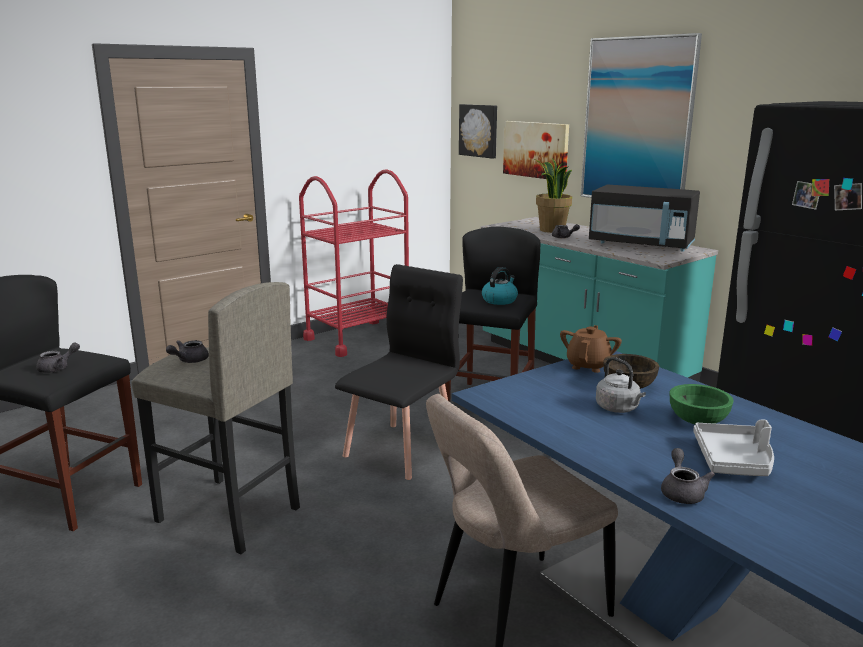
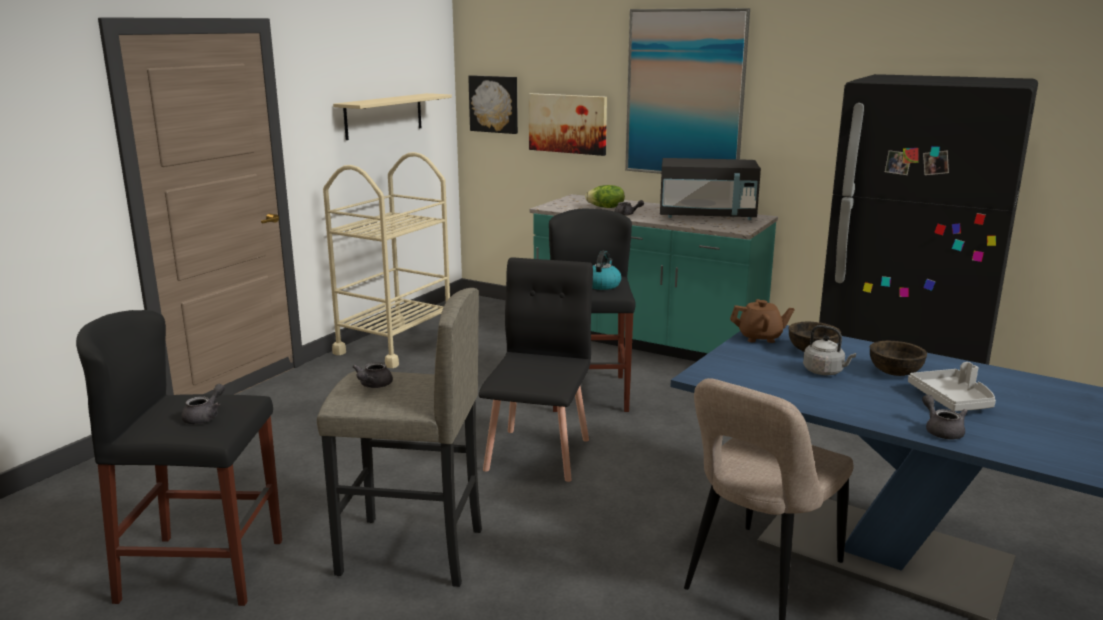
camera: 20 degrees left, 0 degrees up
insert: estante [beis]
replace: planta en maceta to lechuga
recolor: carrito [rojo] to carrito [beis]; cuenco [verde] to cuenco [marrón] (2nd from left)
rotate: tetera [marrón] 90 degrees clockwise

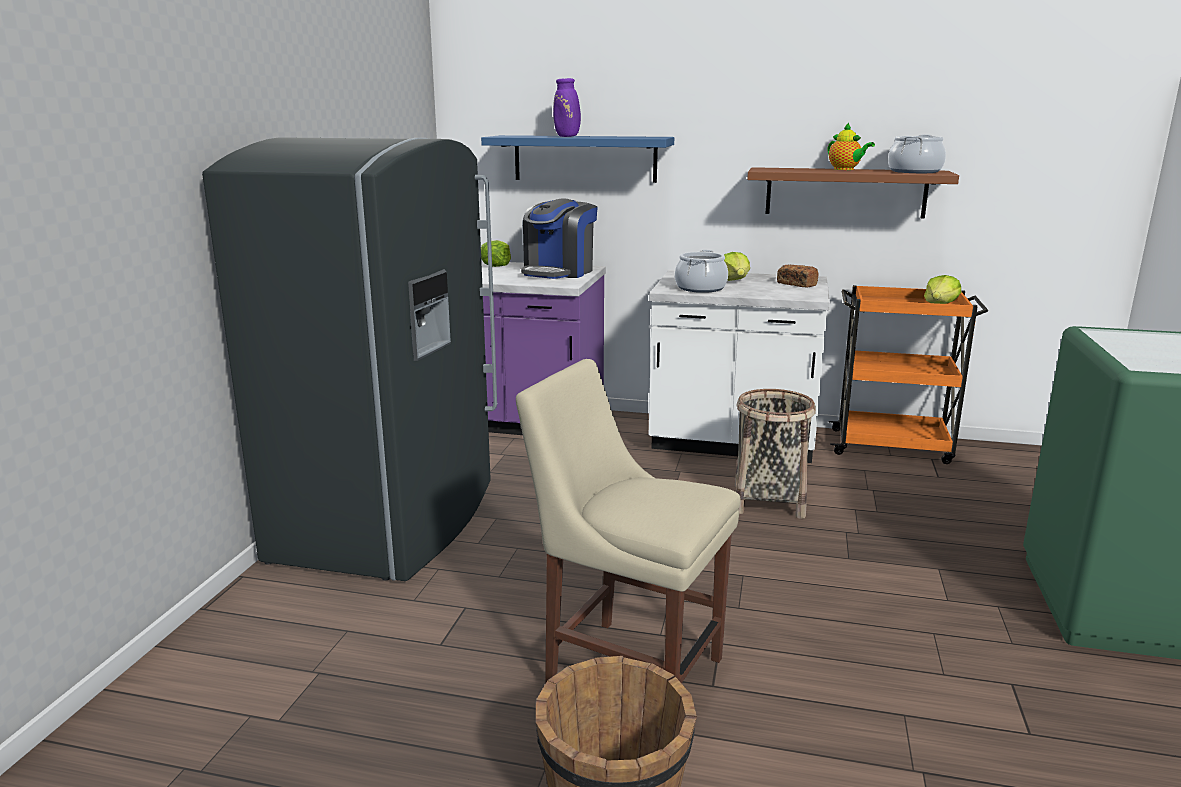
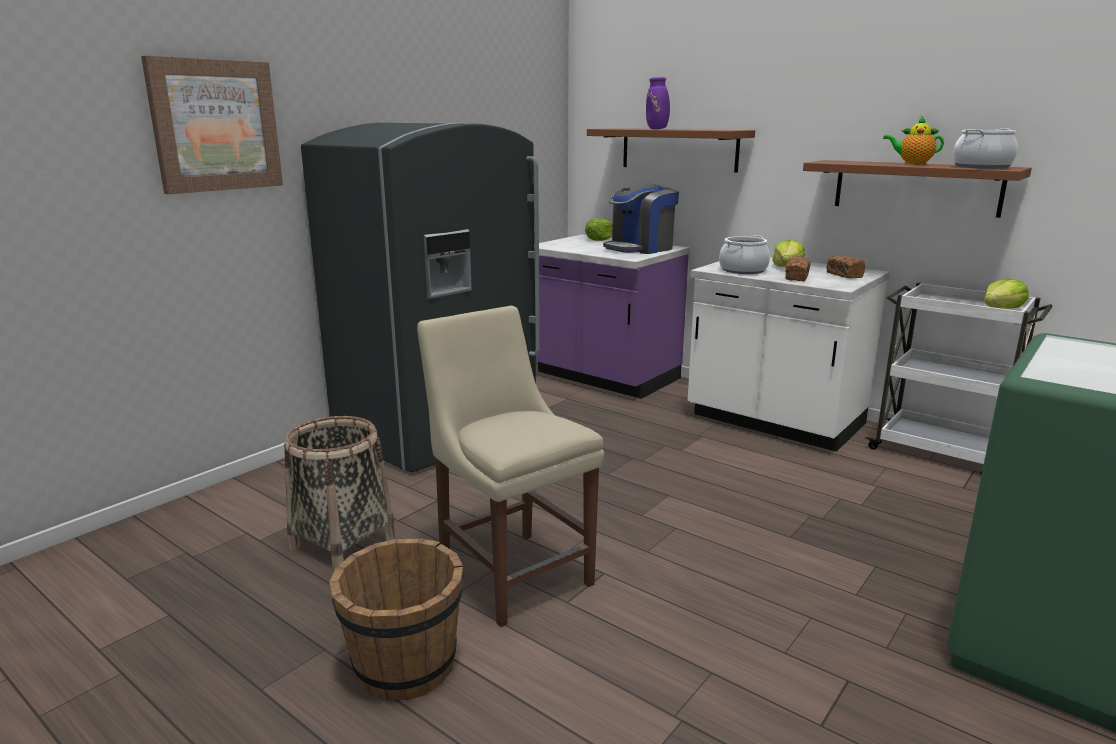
camera: 25 degrees right, 0 degrees up
insert: cuadro; pan (1st from left)
move: cesta
recolor: estante [azul] to estante [marrón] (1st from left); carrito [naranja] to carrito [blanco]
rotate: tetera 120 degrees clockwise

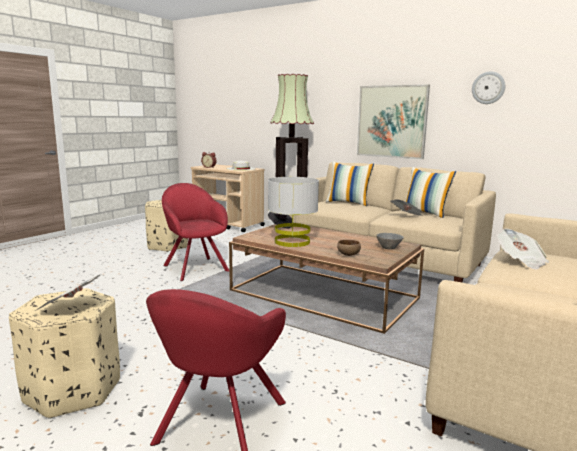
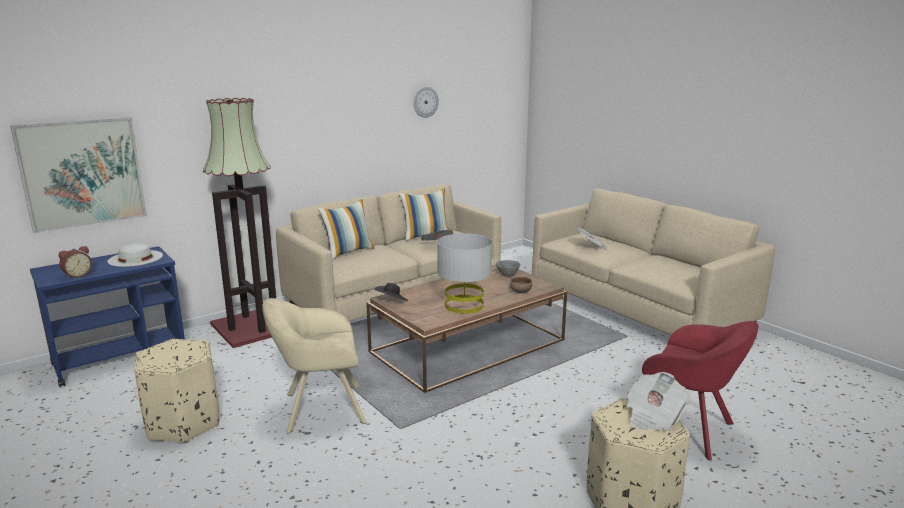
camera: 70 degrees left, 5 degrees up
move: cuadro
recolor: carrito [beis] to carrito [azul]; sillón [rojo] (1st from left) to sillón [beis]

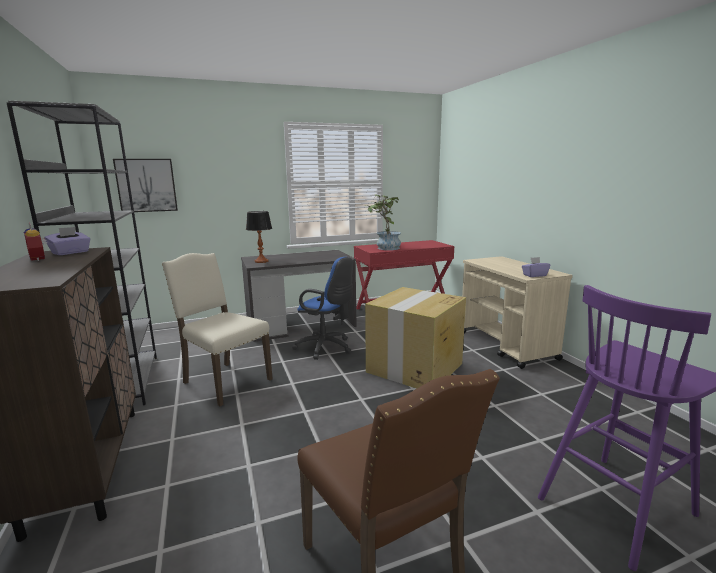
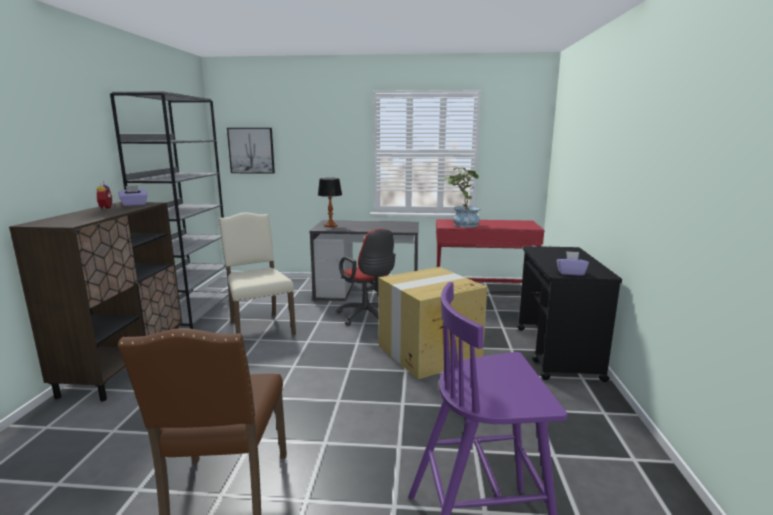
camera: 25 degrees right, 0 degrees up
recolor: carrito [beis] to carrito [negro]; silla de oficina [azul] to silla de oficina [rojo]

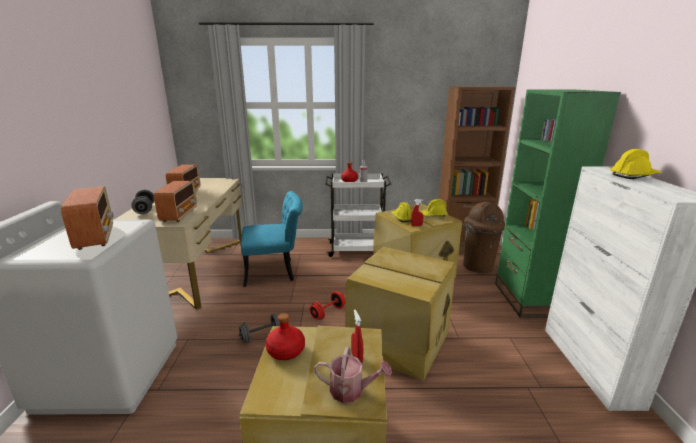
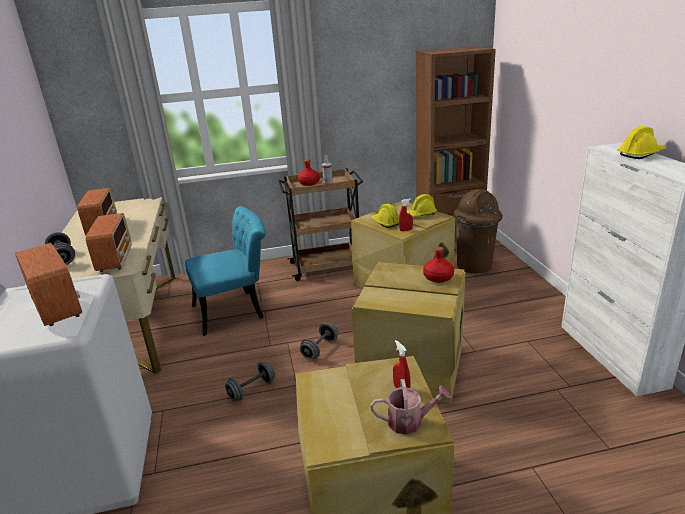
camera: 10 degrees left, 5 degrees up
delete: estantería [verde]
move: botella [rojo] (1st from left in the first image) to botella [rojo] (2nd from left)
recolor: carrito [blanco] to carrito [marrón]; mancuerna [rojo] to mancuerna [gris] (3rd from left)

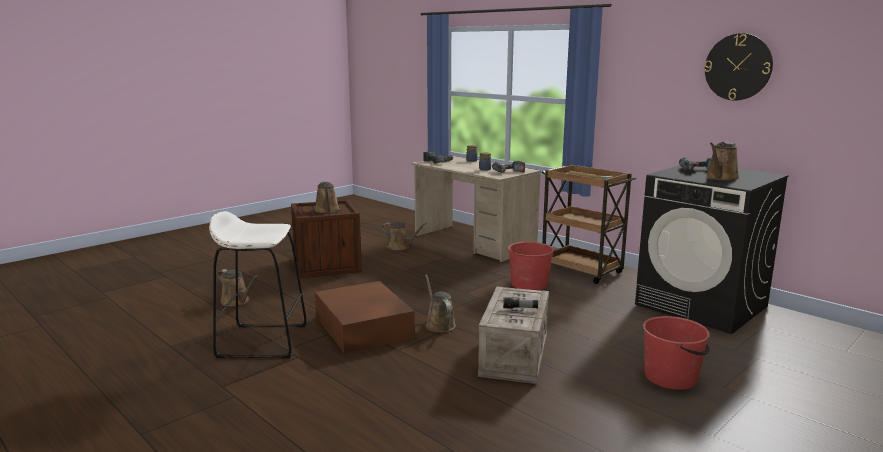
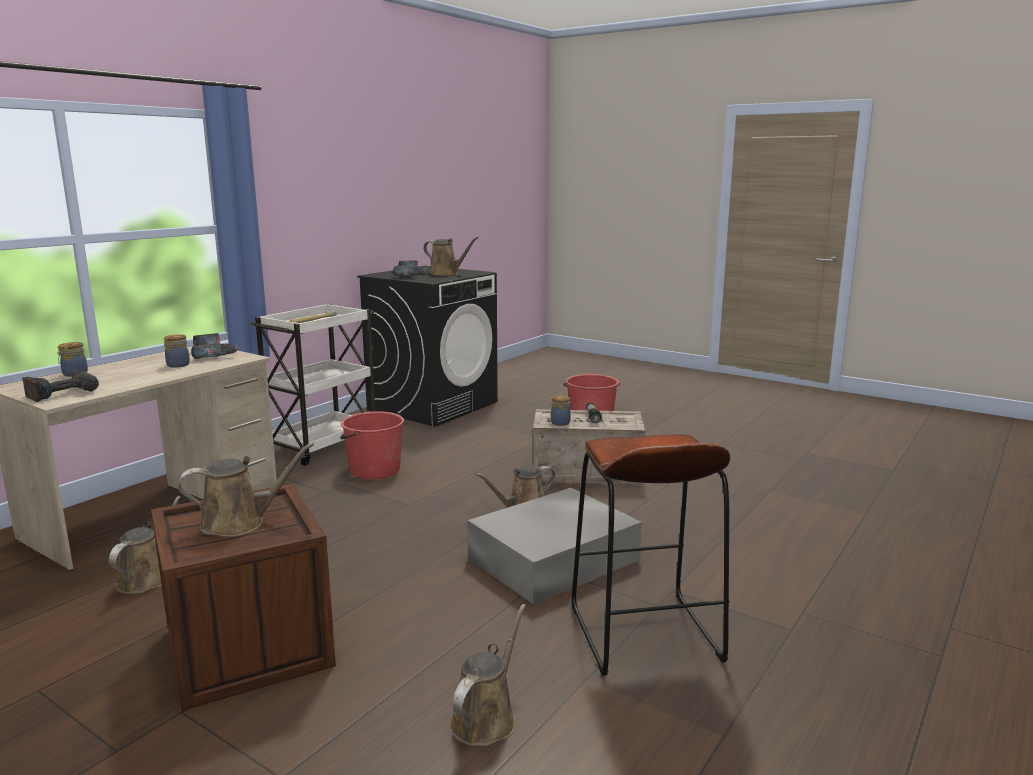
camera: 100 degrees left, 0 degrees up
delete: reloj de pared
insert: tarro (3rd from left)
recolor: carrito [marrón] to carrito [blanco]; taburete [blanco] to taburete [marrón]; caja de almacenaje [marrón] to caja de almacenaje [gris]

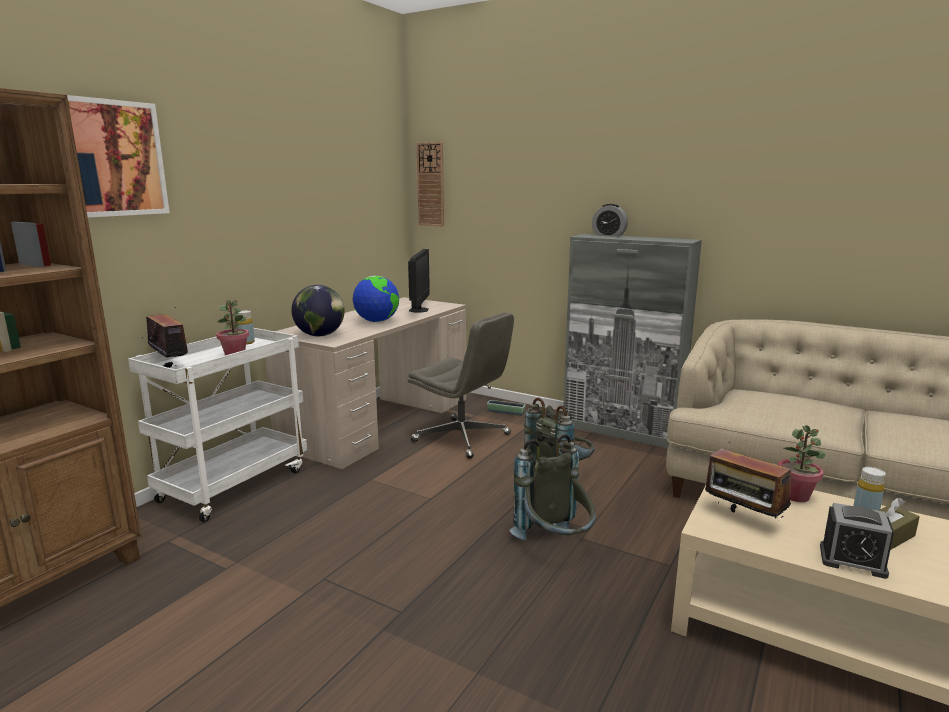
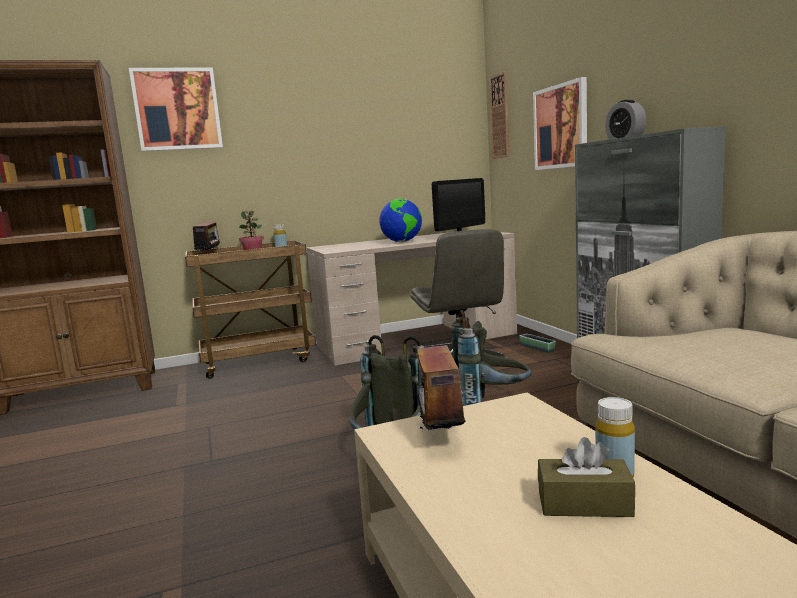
camera: 40 degrees right, 5 degrees down
delete: globo terráqueo (1st from left); planta en maceta (2nd from left); despertador (2nd from left)
insert: cuadro (2nd from left)
recolor: carrito [blanco] to carrito [marrón]

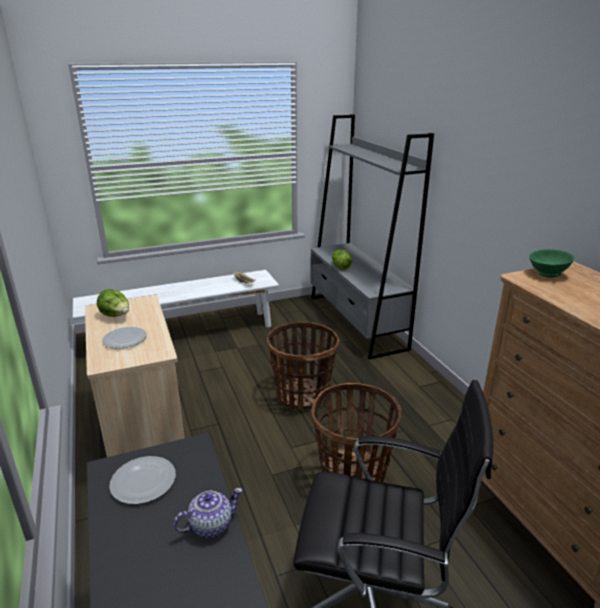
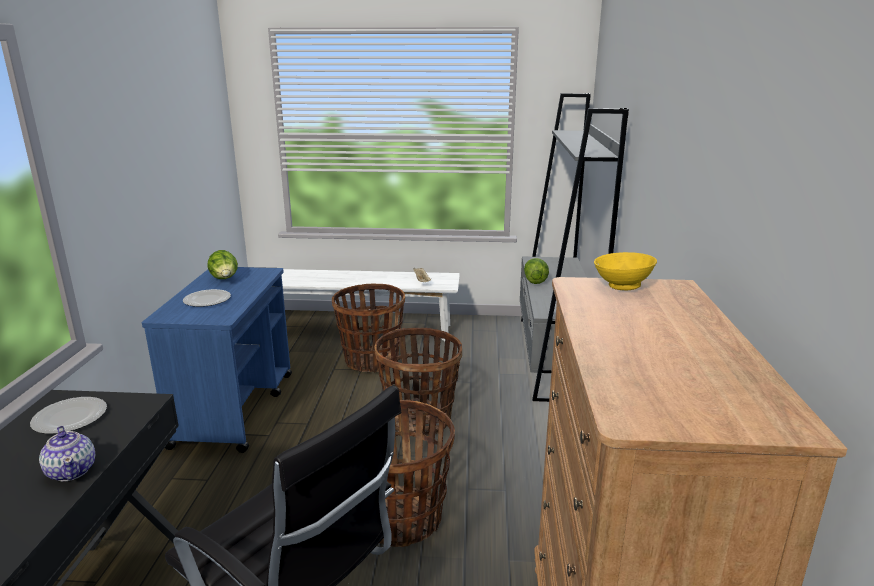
camera: 25 degrees right, 5 degrees down
insert: cesta (1st from left)
recolor: cuenco [verde] to cuenco [amarillo]; carrito [beis] to carrito [azul]
rotate: tetera 60 degrees clockwise

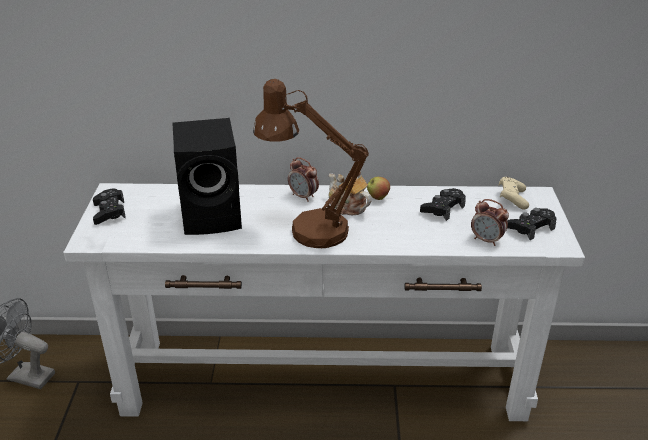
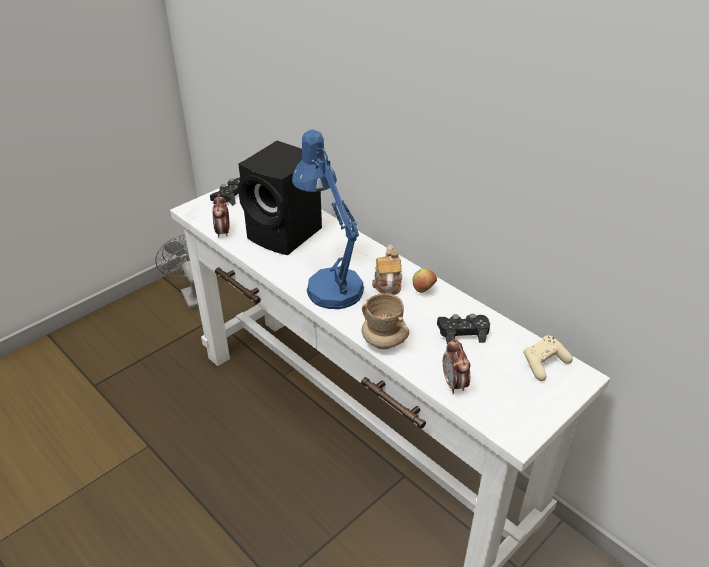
camera: 45 degrees right, 5 degrees up
delete: mando de consola [negro] (3rd from left)
insert: taza grande [beis]
move: despertador (1st from left)
recolor: lámpara de mesa [marrón] to lámpara de mesa [azul]

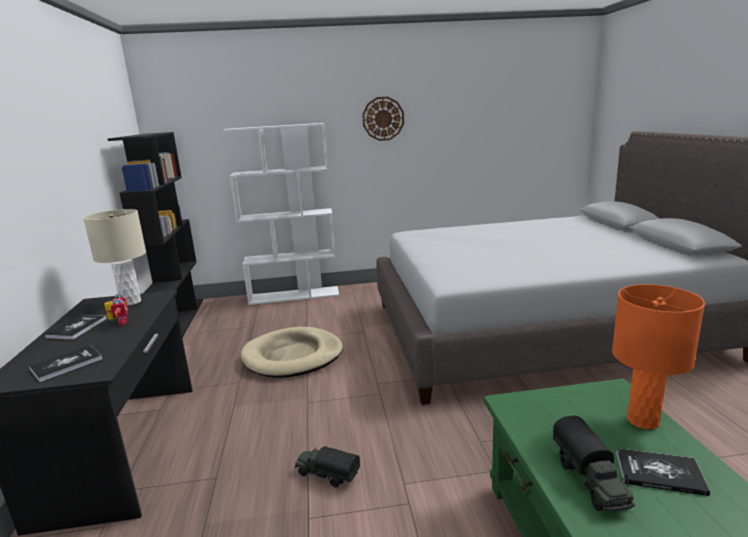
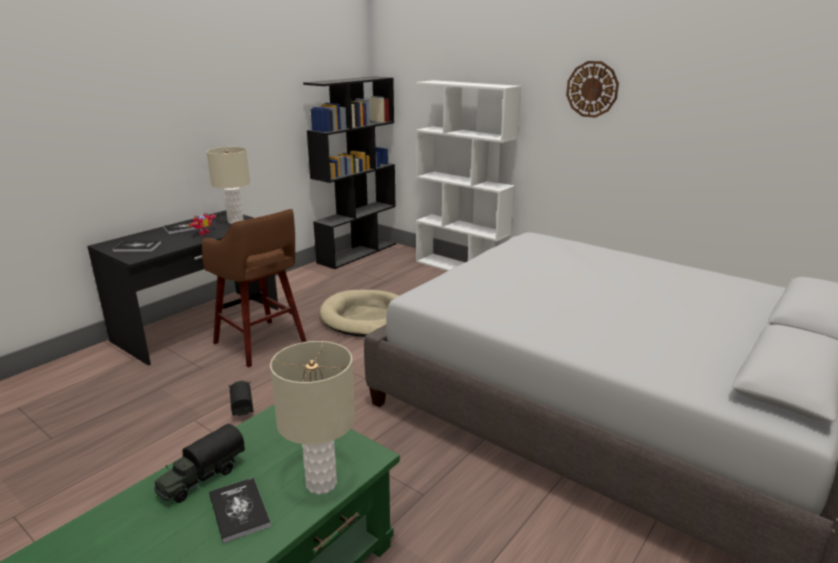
camera: 45 degrees right, 5 degrees up
insert: taburete [marrón]
recolor: lámpara de mesa [naranja] to lámpara de mesa [beis] (2nd from left)

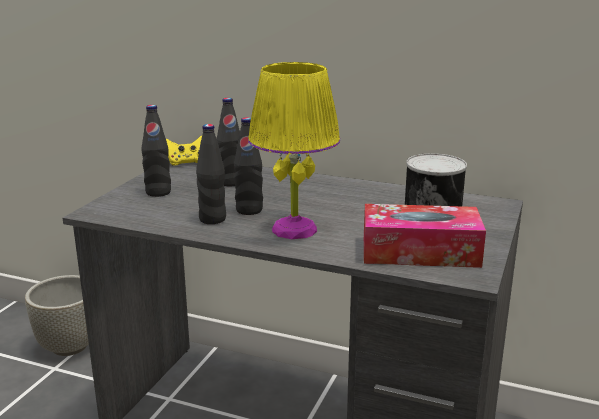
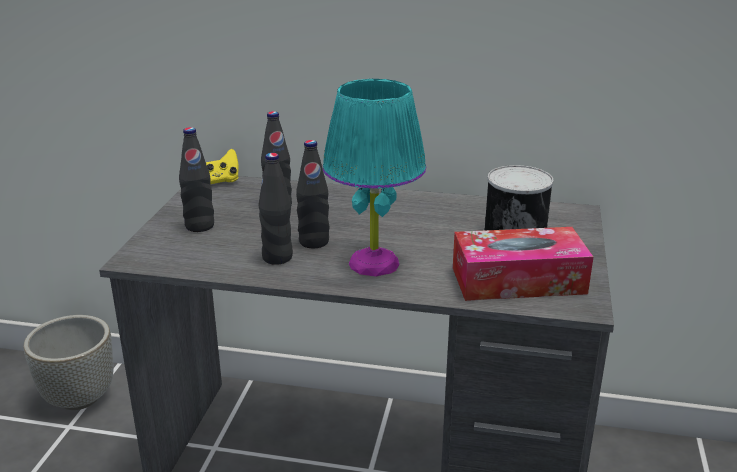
camera: 10 degrees left, 5 degrees up
recolor: lámpara de mesa [amarillo] to lámpara de mesa [turquesa]

